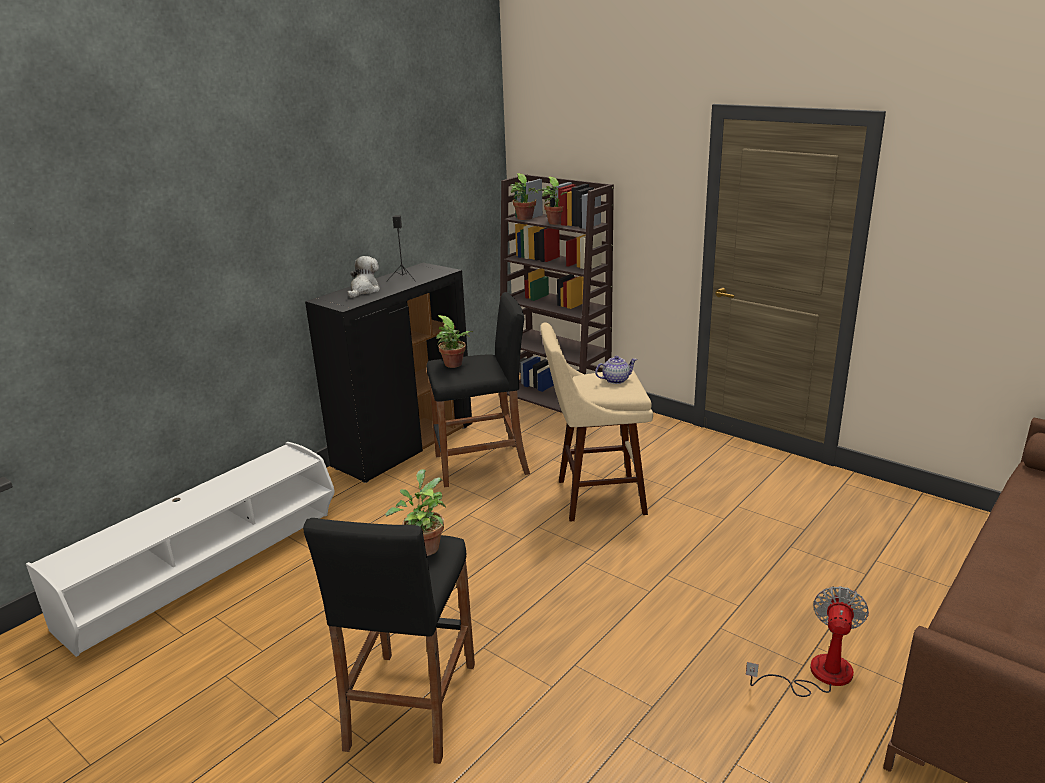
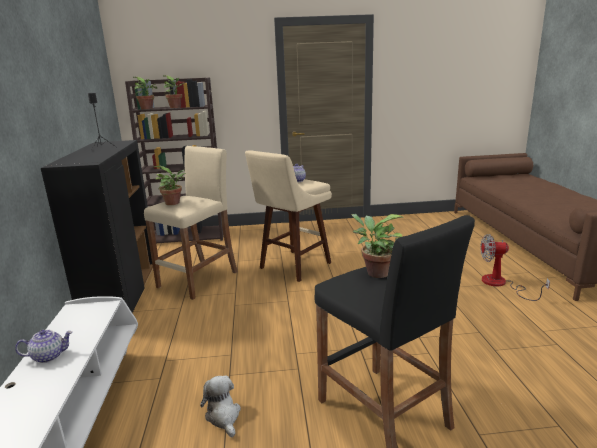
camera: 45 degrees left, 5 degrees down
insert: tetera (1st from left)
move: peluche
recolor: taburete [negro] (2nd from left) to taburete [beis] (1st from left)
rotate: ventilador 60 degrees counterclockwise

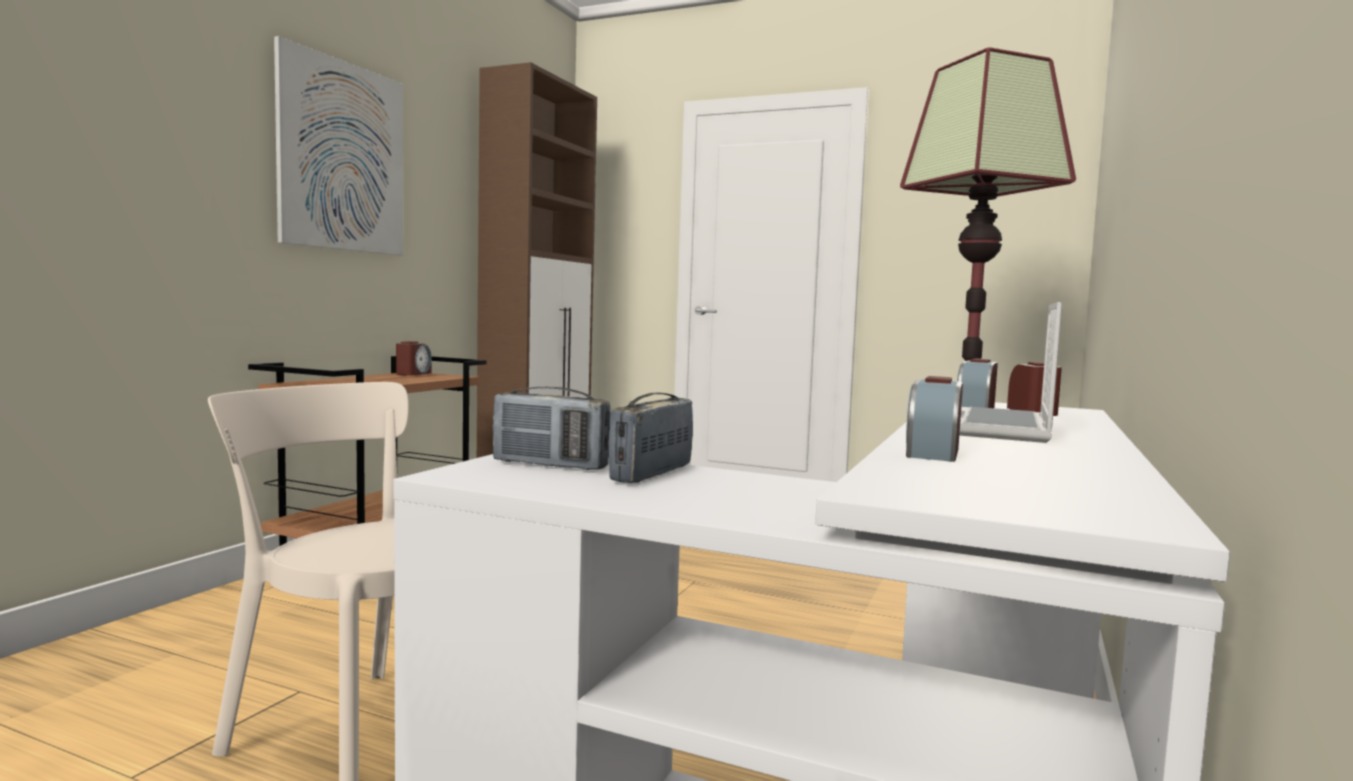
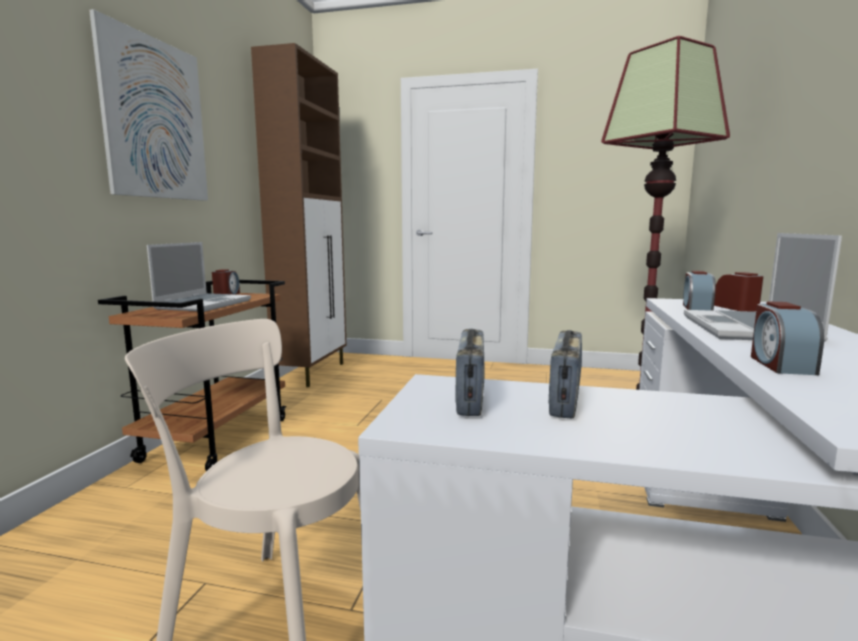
camera: 10 degrees left, 5 degrees up
insert: portátil (1st from left)
rotate: radio (1st from left) 90 degrees clockwise

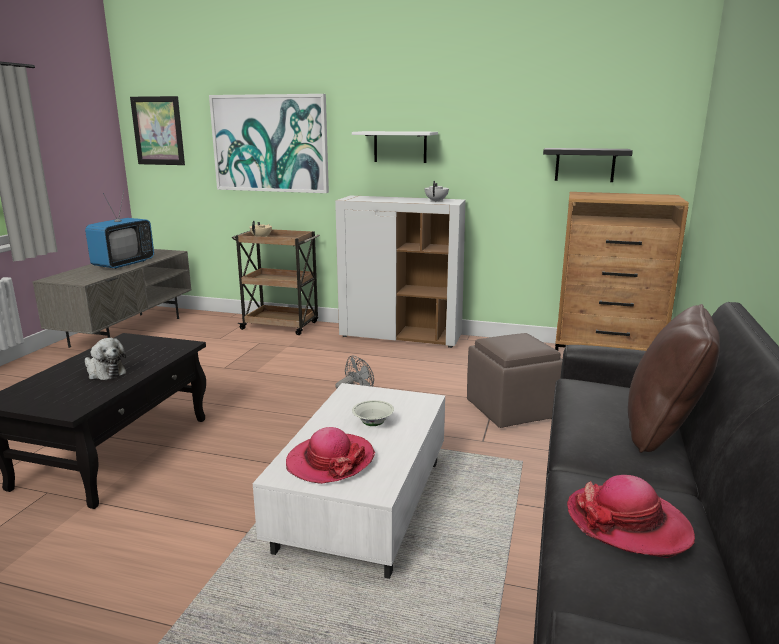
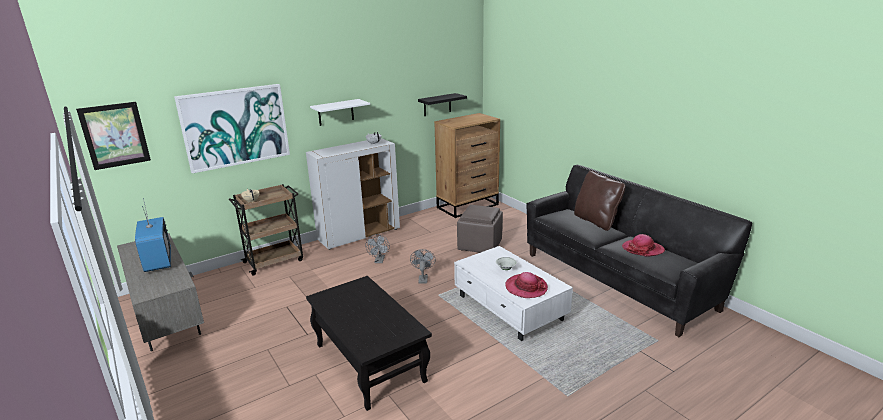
camera: 50 degrees left, 5 degrees up
delete: peluche
insert: ventilador [gris] (1st from left)

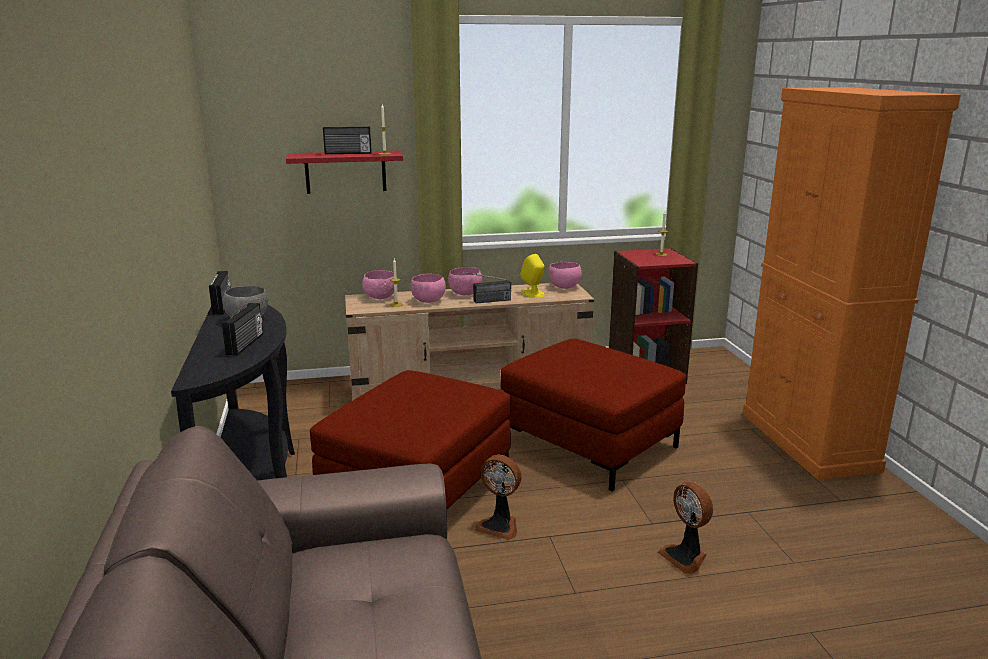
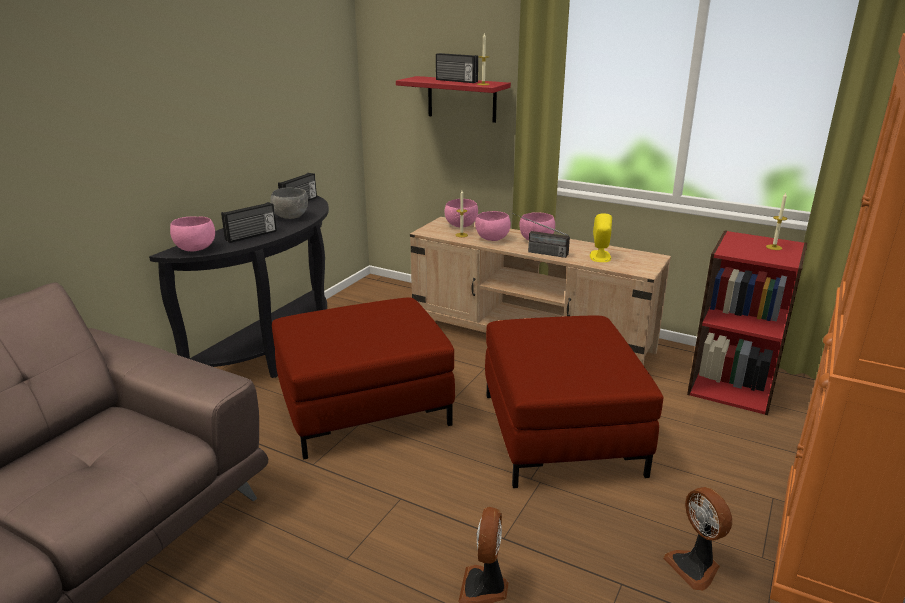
camera: 40 degrees right, 5 degrees up
move: cuenco [rosa] (4th from left in the first image) to cuenco [rosa] (1st from left); ventilador (1st from left in the first image) to ventilador (2nd from left)

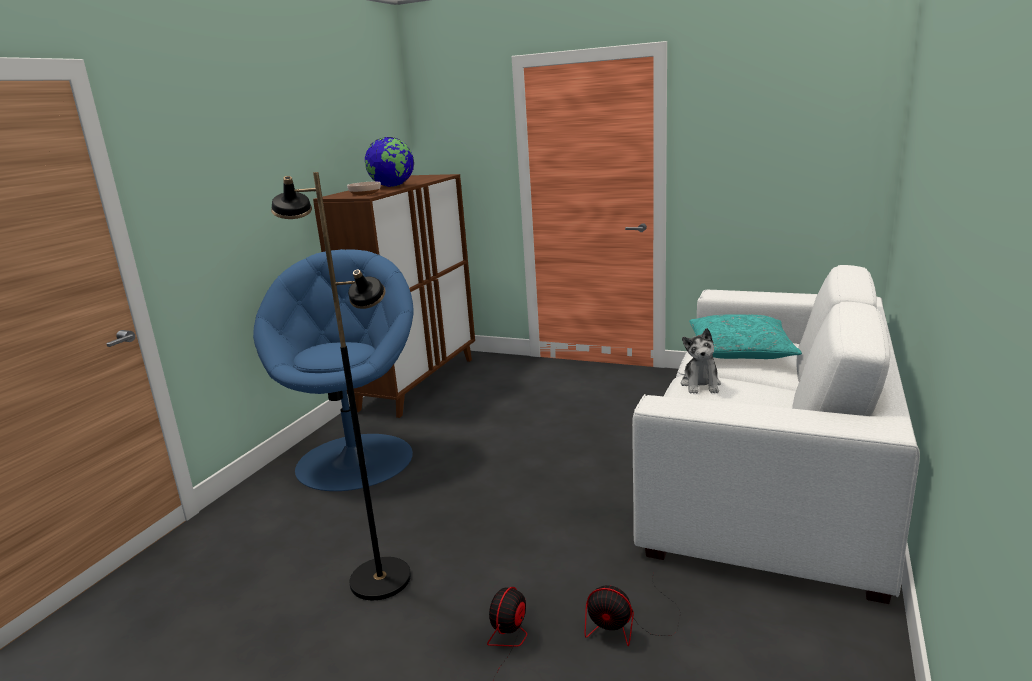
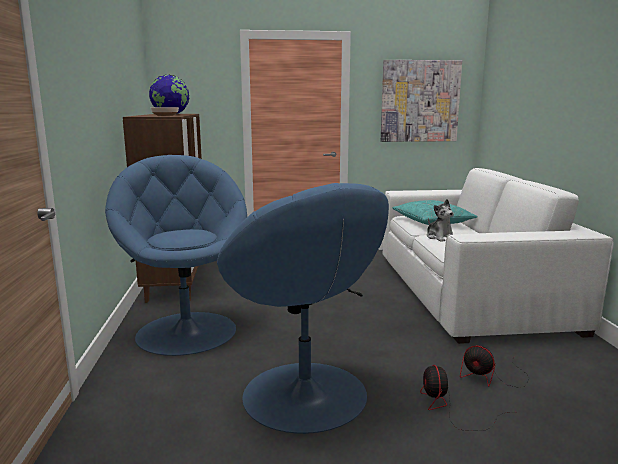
camera: 30 degrees left, 5 degrees down
insert: cuadro
replace: lámpara de pie [negro] to sillón [azul] (2nd from left)
rotate: ventilador (2nd from left) 45 degrees clockwise

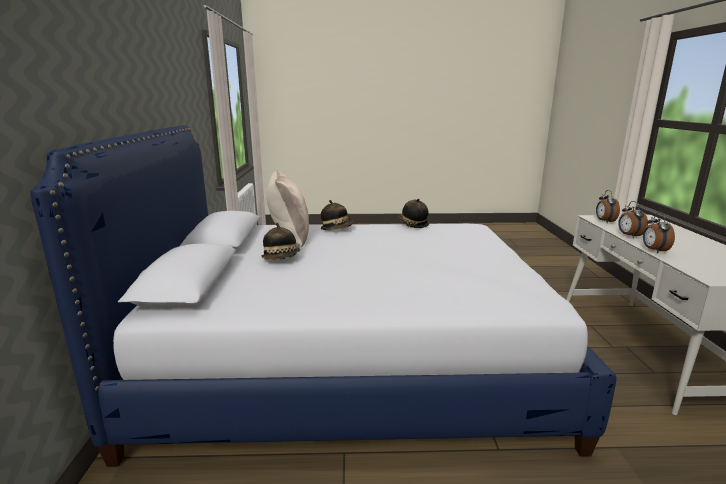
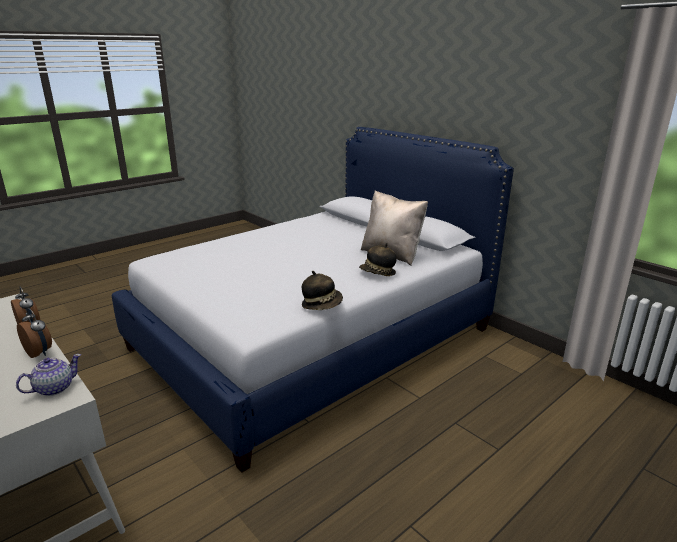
camera: 140 degrees right, 5 degrees up
delete: sombrero (1st from left)
replace: despertador (1st from left) to tetera

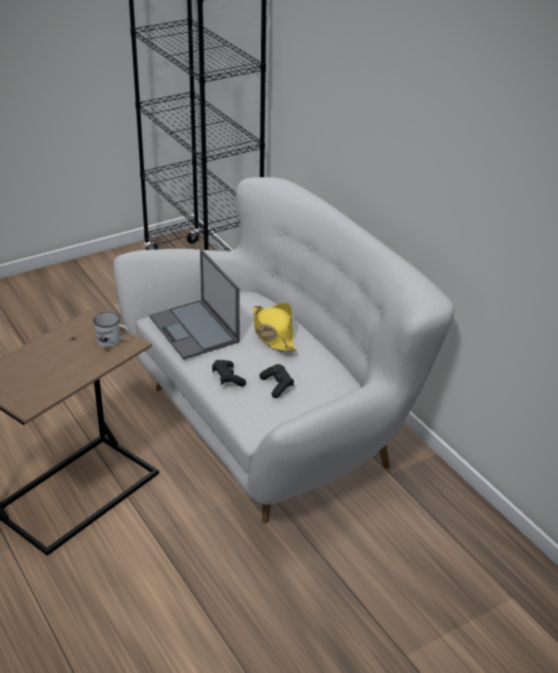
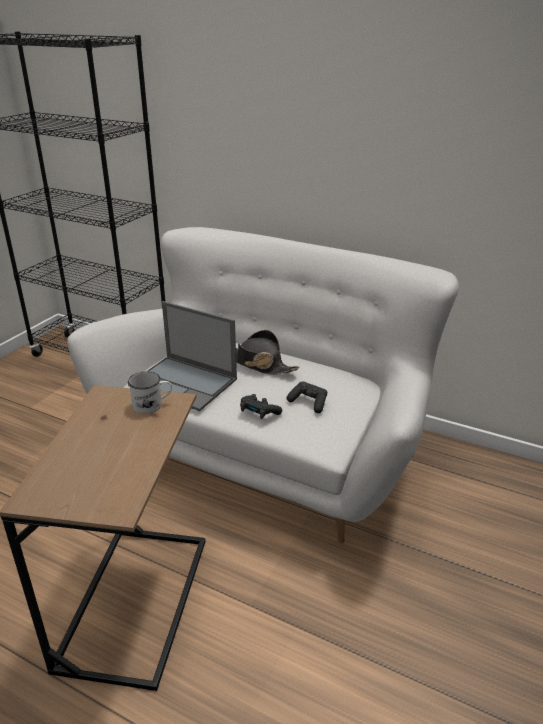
camera: 30 degrees left, 5 degrees down
recolor: sombrero [amarillo] to sombrero [negro]

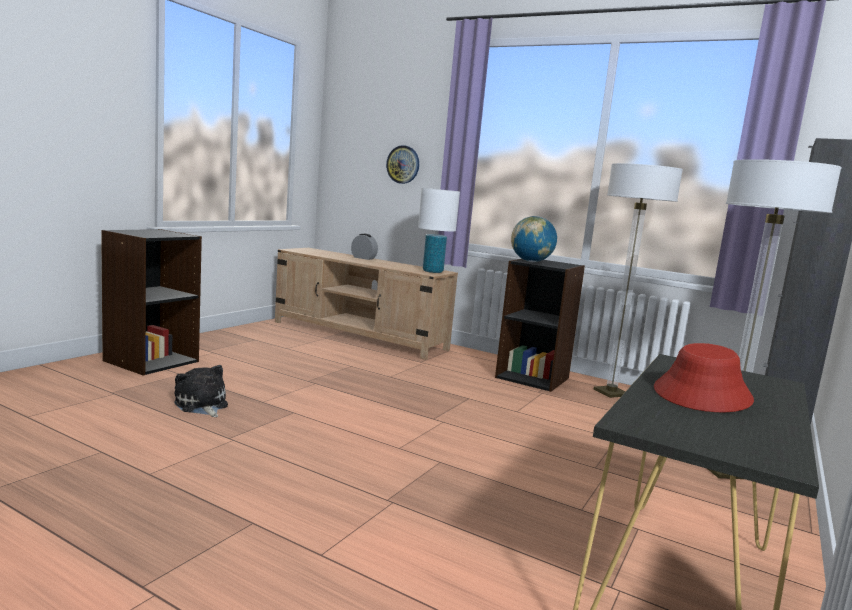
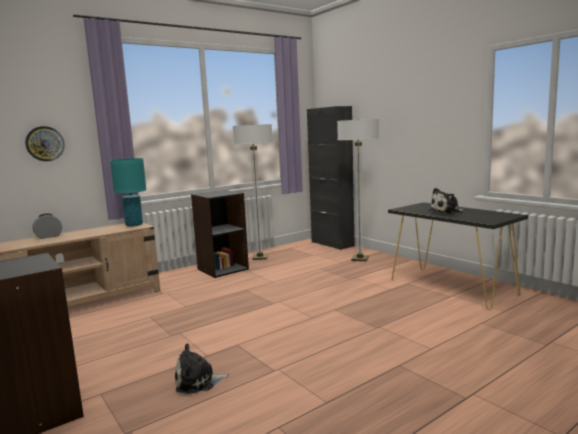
camera: 65 degrees left, 0 degrees up
delete: globo terráqueo
replace: sombrero [rojo] to peluche (2nd from left)
recolor: lámpara de mesa [blanco] to lámpara de mesa [turquesa]

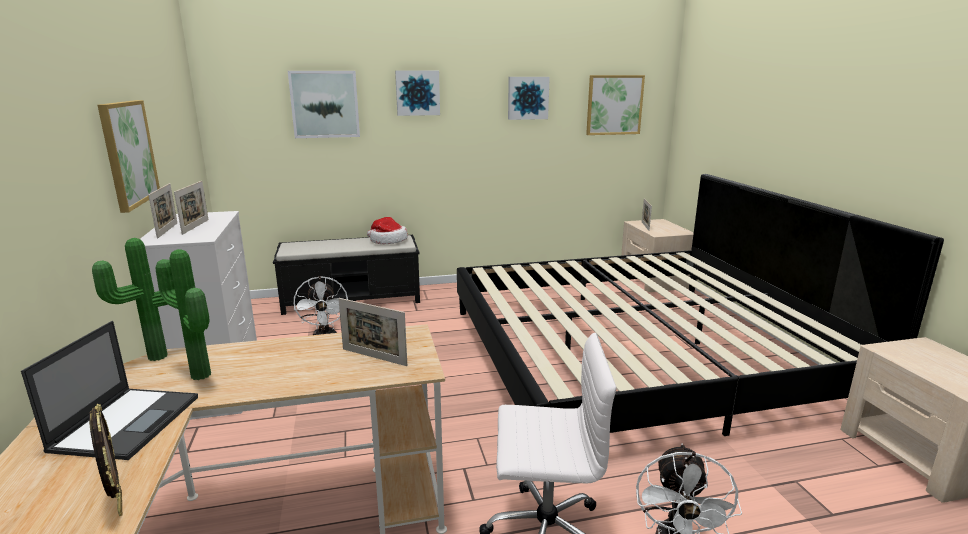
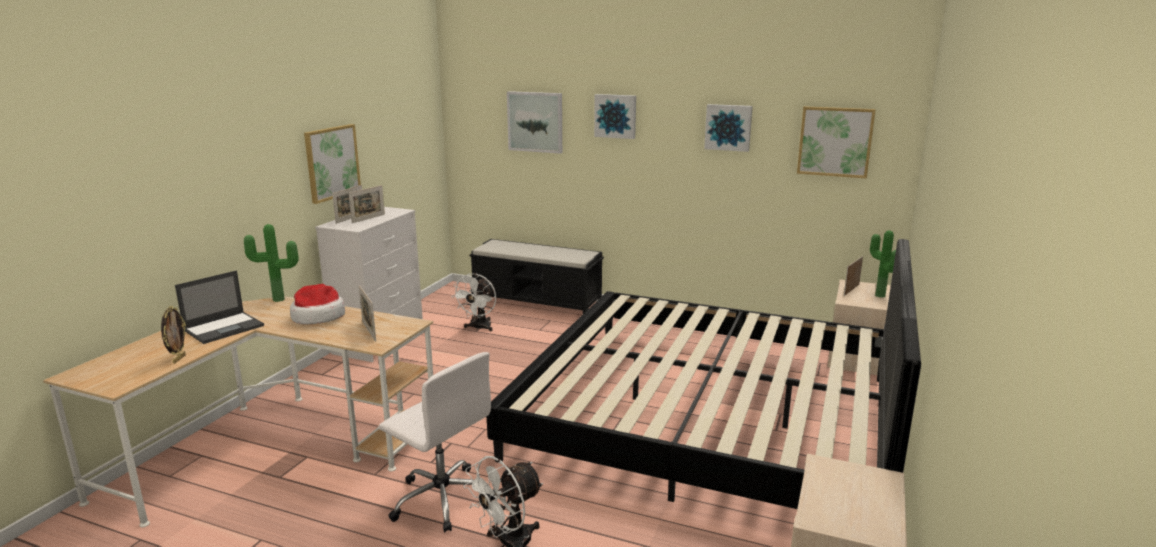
camera: 35 degrees right, 0 degrees up
move: sombrero; planta en maceta (2nd from left)

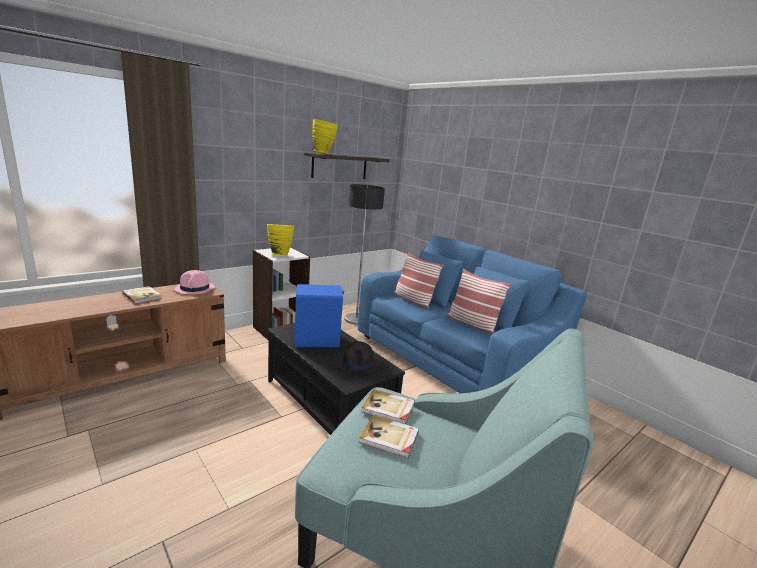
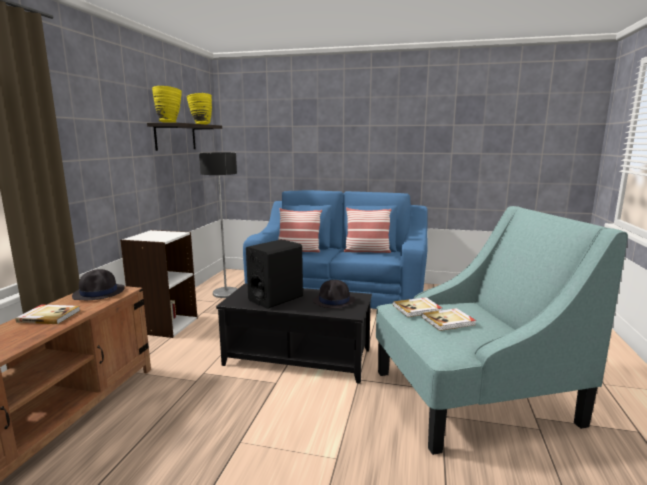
camera: 35 degrees left, 5 degrees down
move: florero [amarillo] (1st from left in the first image) to florero [amarillo] (2nd from left)
recolor: sombrero [rosa] to sombrero [negro] (1st from left); altavoz [azul] to altavoz [negro]

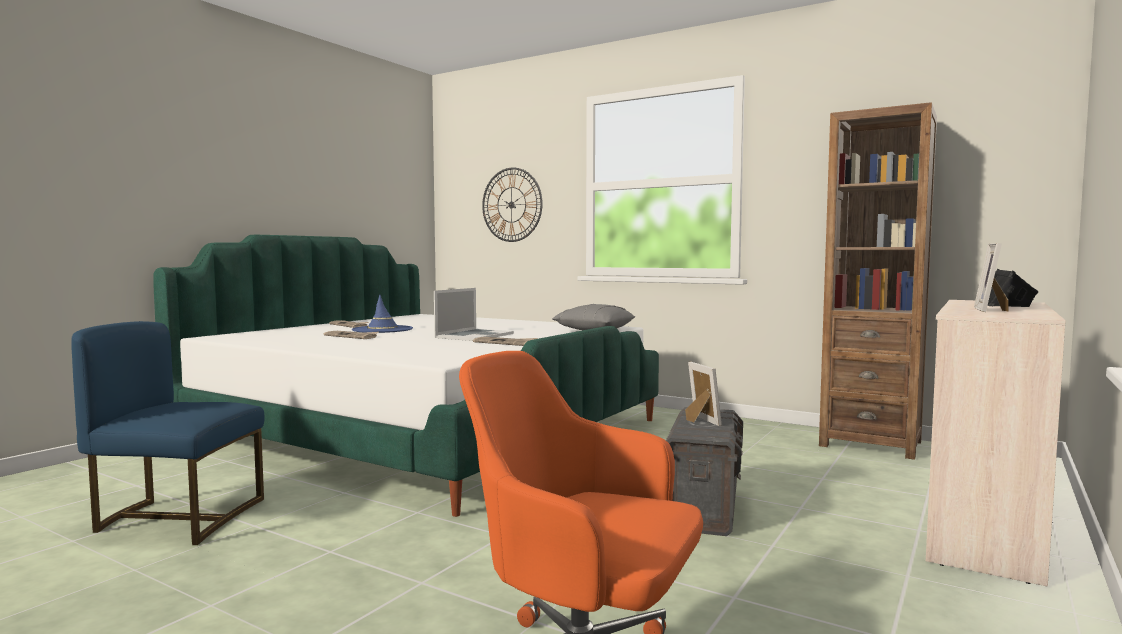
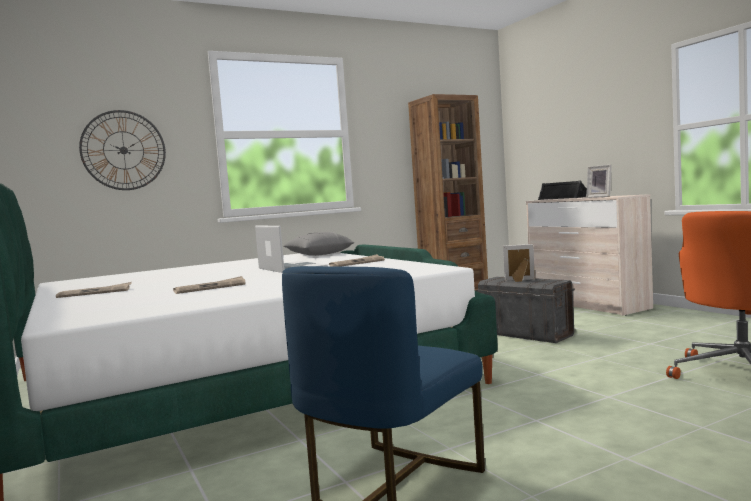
camera: 60 degrees left, 0 degrees up
delete: sombrero [azul]

